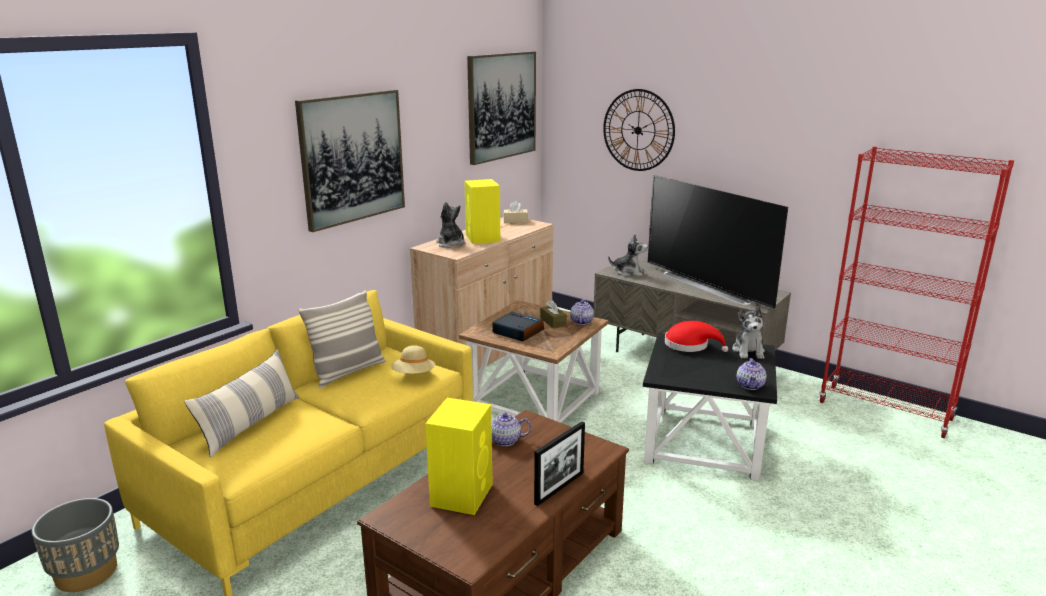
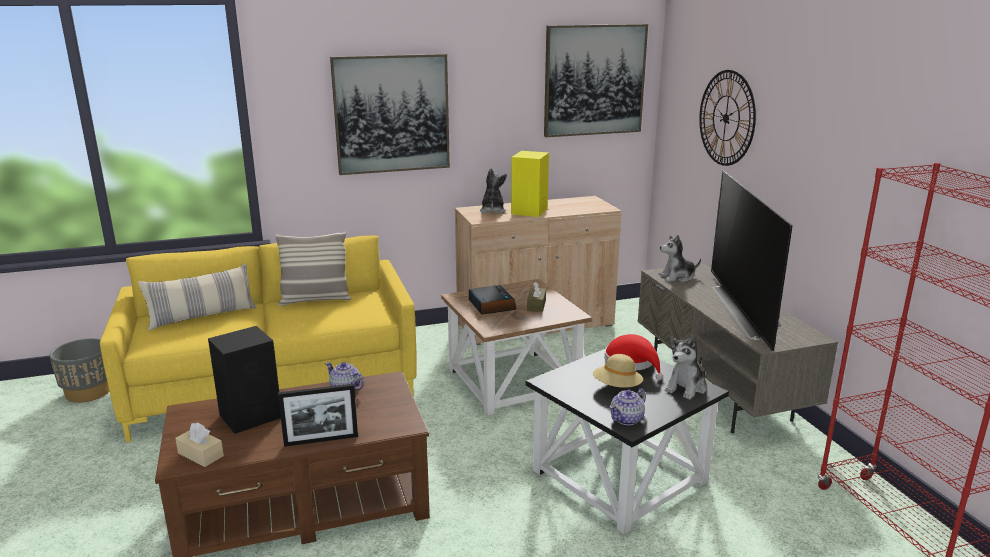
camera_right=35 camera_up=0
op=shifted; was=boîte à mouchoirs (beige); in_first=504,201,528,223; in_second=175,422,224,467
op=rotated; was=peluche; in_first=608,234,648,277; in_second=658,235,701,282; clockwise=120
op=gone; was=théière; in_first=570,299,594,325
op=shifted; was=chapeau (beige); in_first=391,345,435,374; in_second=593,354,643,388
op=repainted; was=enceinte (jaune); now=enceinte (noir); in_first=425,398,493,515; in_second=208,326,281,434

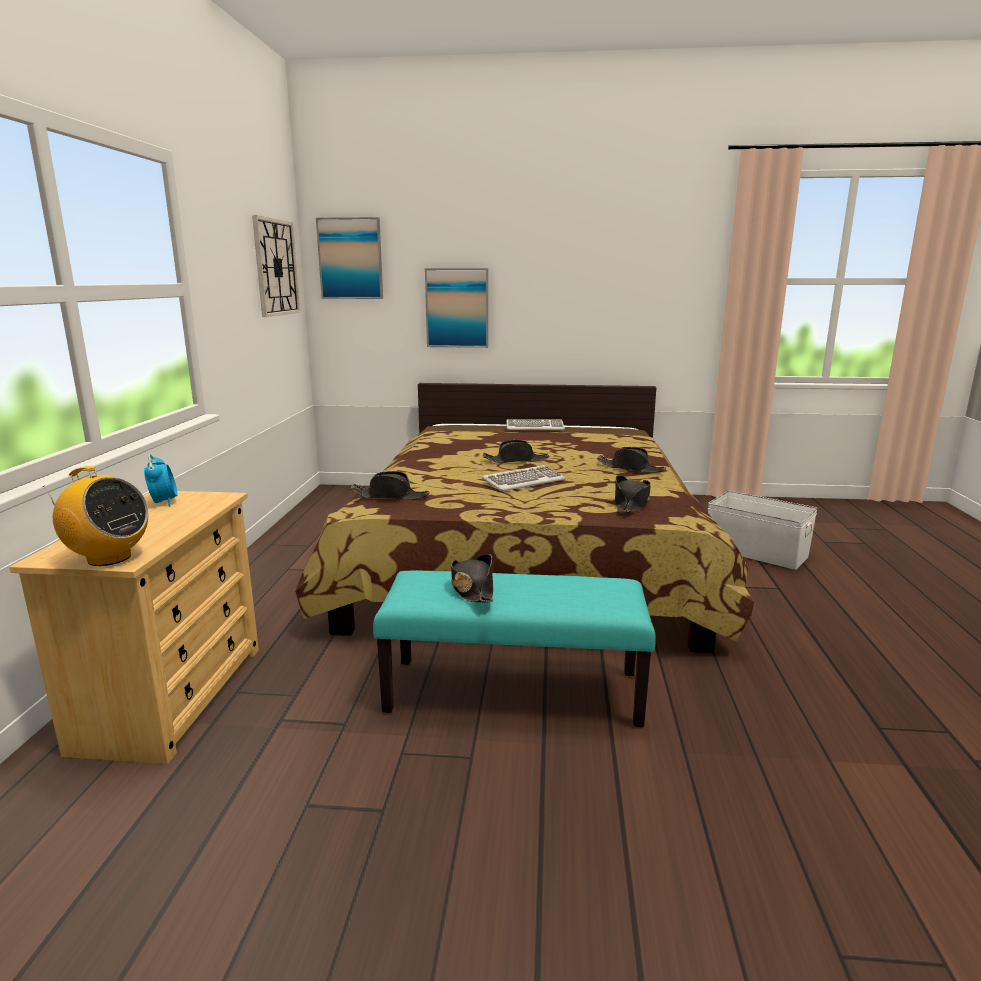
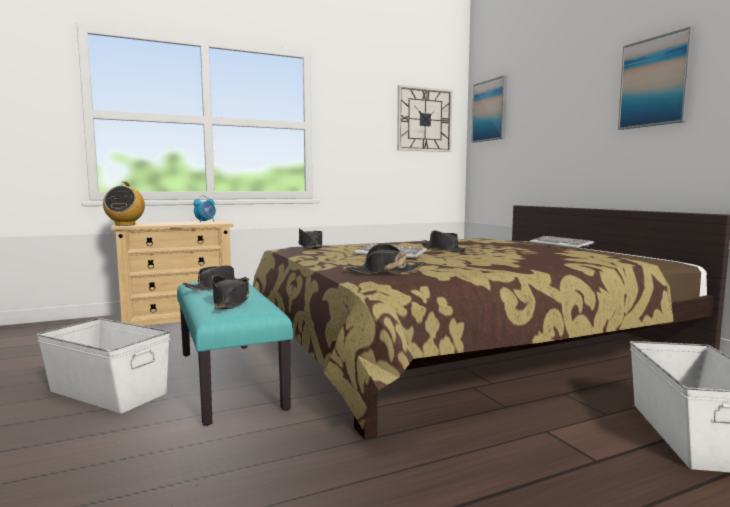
camera_right=60 camera_up=-10
op=shifted; was=tableau; in_first=425,268,488,348; in_second=618,26,694,130
op=shifted; was=chapeau (noir); in_first=597,447,666,473; in_second=212,275,249,309
op=new; now=boîte de rangement (blanc); in_second=36,318,170,413

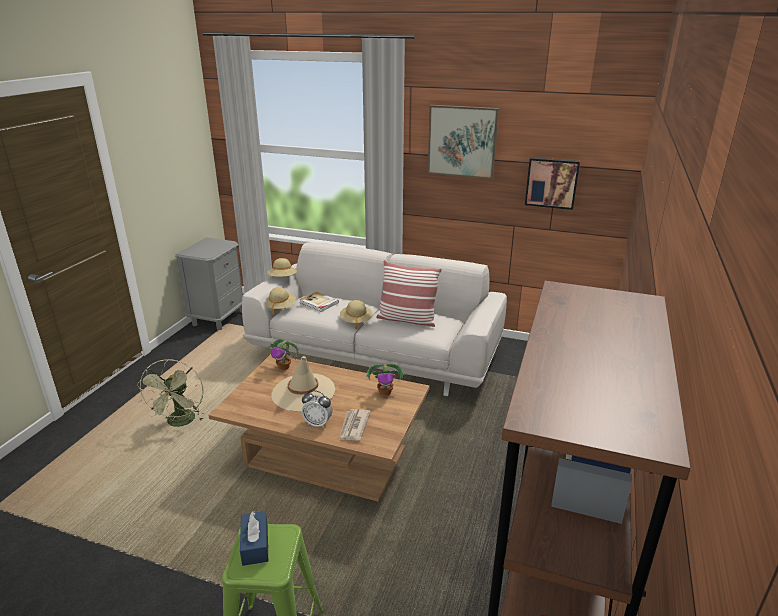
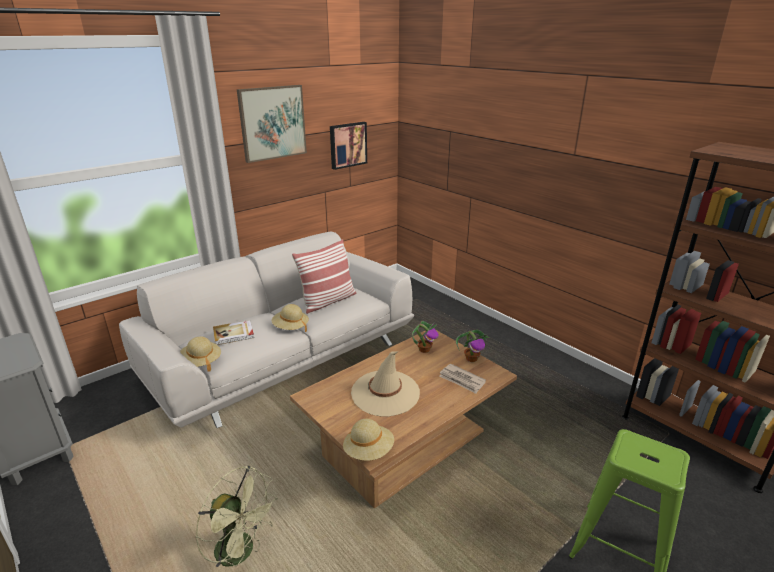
camera_right=-60 camera_up=0
op=shifted; was=chapeau (beige); in_first=267,258,297,277; in_second=343,419,394,461
op=shifted; was=plante en pot; in_first=268,339,299,370; in_second=456,329,489,362
op=gone; was=réveil; in_first=302,390,333,428
op=gone; was=boîte à mouchoirs (bleu); in_first=240,511,268,566

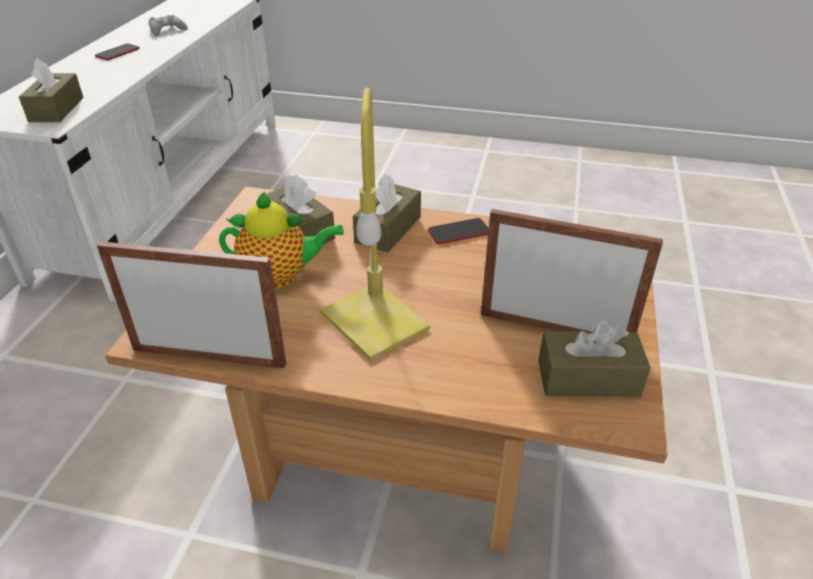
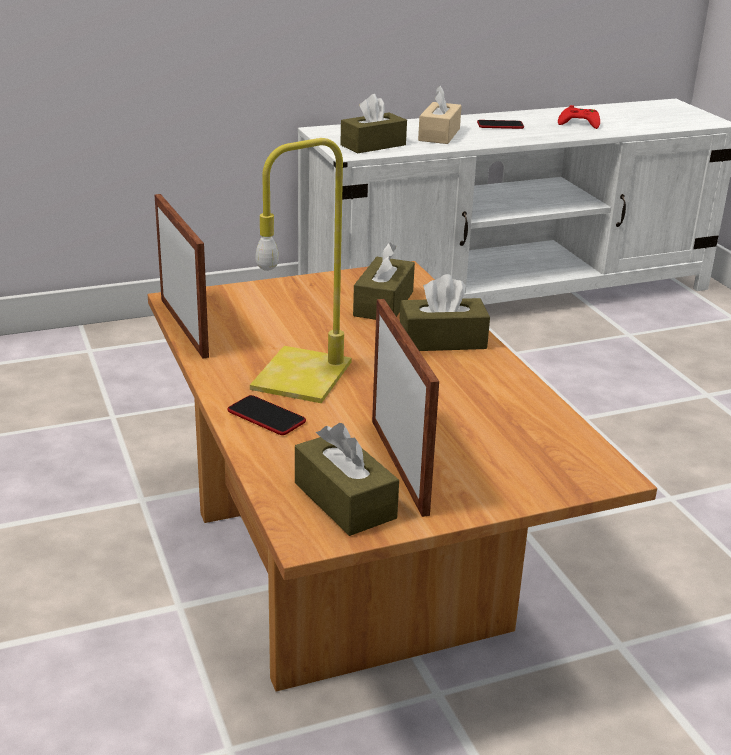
camera_right=55 camera_up=-10
op=repainted; was=manette (gris); now=manette (rouge); in_first=148,15,188,36; in_second=558,105,600,129
op=gone; was=théière; in_first=219,192,344,289
op=shifted; was=téléphone; in_first=428,218,489,244; in_second=227,395,306,435
op=new; now=boîte à mouchoirs (beige); in_second=418,86,462,144

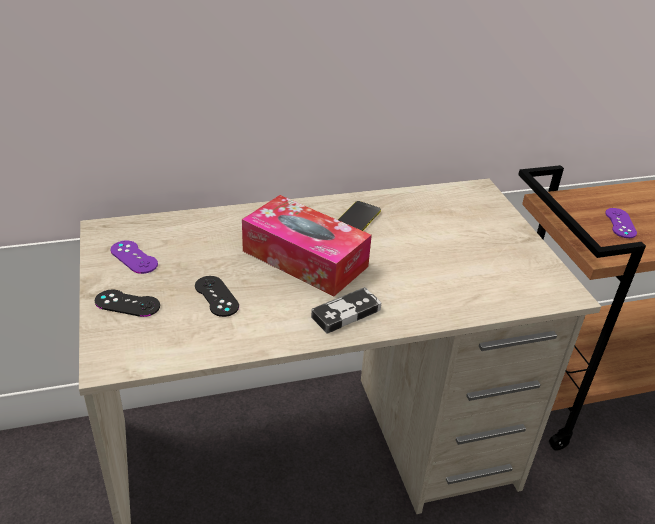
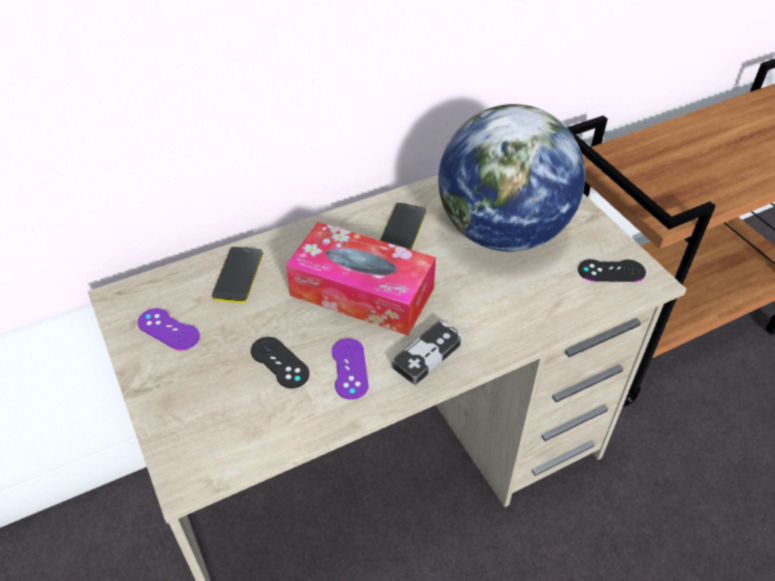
camera_right=-10 camera_up=10
op=shifted; was=manette (violet); in_first=605,208,637,238; in_second=332,338,369,400
op=shifted; was=manette (noir); in_first=95,290,160,317; in_second=578,259,646,282
op=new; now=globe; in_second=438,104,585,252
op=new; now=téléphone; in_second=212,247,263,303

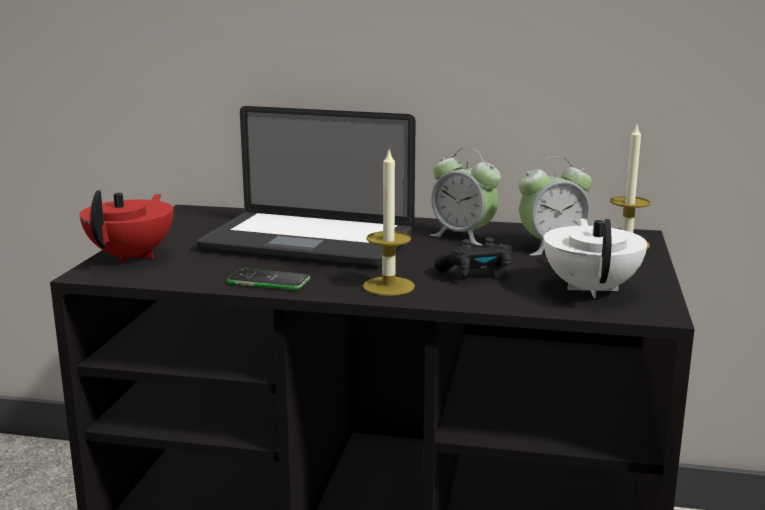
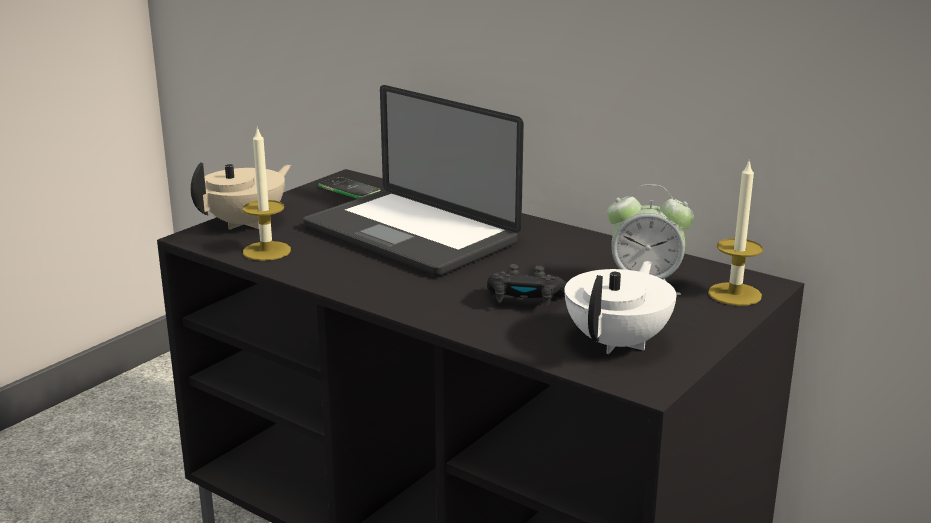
camera_right=25 camera_up=5
op=gone; was=réveil; in_first=430,148,501,246
op=shifted; was=bougie; in_first=363,150,415,296; in_second=243,126,291,261
op=repainted; was=théière (rouge); now=théière (beige); in_first=79,190,174,263; in_second=191,162,291,230
op=shifted; was=téléphone; in_first=227,268,310,290; in_second=318,177,381,199

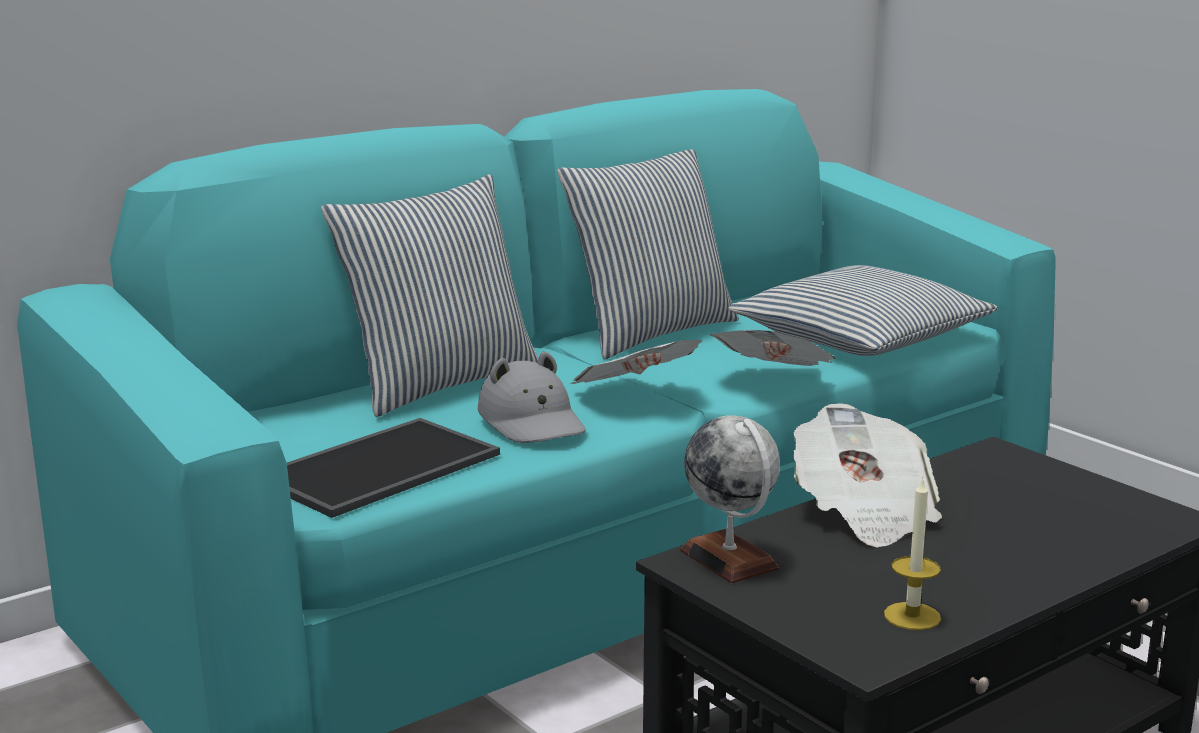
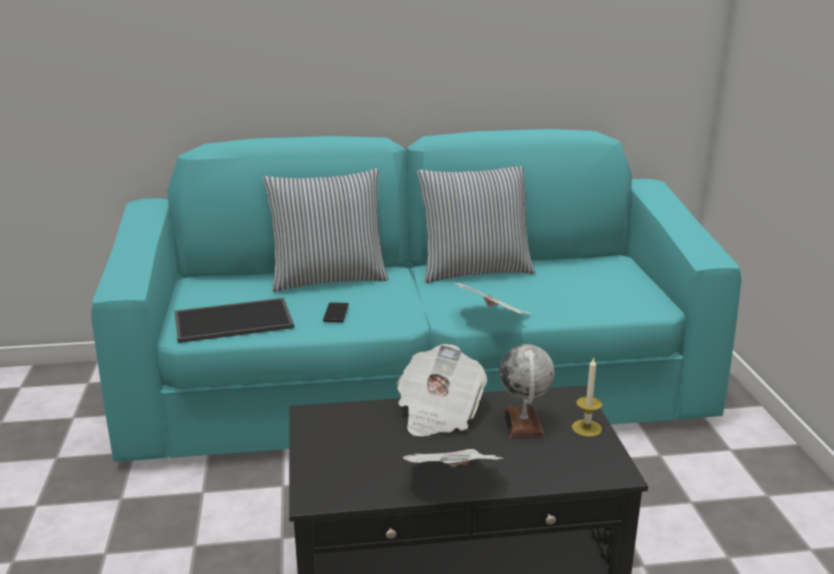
camera_right=30 camera_up=5
op=gone; was=coussin; in_first=728,265,998,356
op=shifted; was=journal; in_first=570,340,702,384; in_second=402,449,502,467
op=swapped; was=chapeau (gris); now=téléphone; in_first=478,351,586,443; in_second=323,302,349,322
op=shifted; was=globe; in_first=680,415,780,583; in_second=499,344,555,438
op=shifted; was=bougie; in_first=884,478,941,630; in_second=572,357,602,437

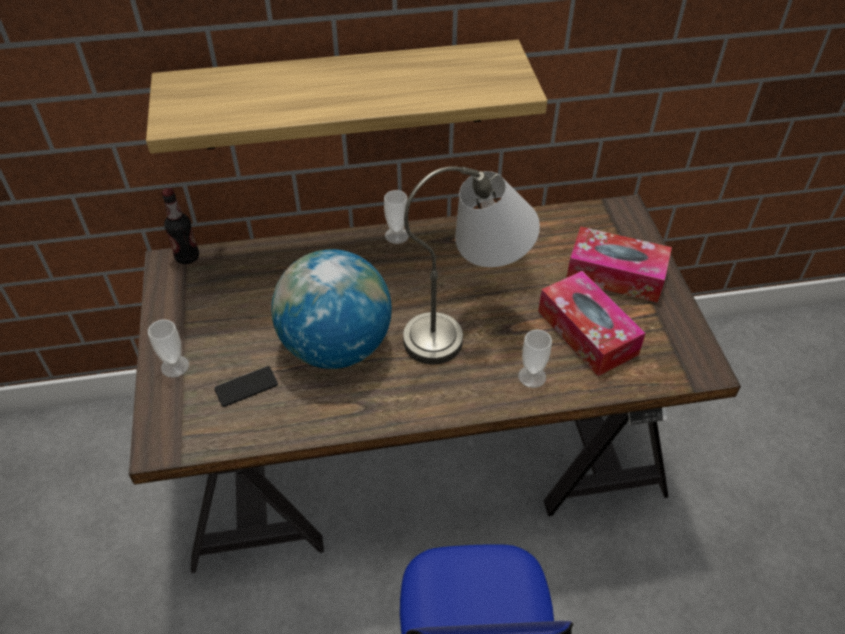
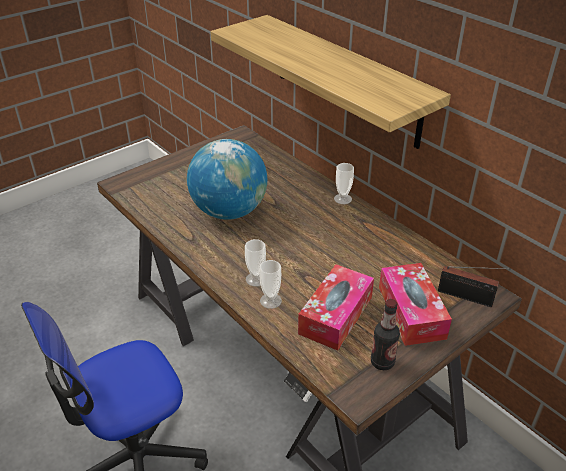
camera_right=60 camera_up=-10
op=gone; was=lampe de table (gris); in_first=403,166,540,364
op=shifted; was=bouteille; in_first=162,188,199,264; in_second=371,299,400,370
op=shifted; was=tasse; in_first=148,319,189,378; in_second=245,239,266,287
op=gone; was=téléphone; in_first=214,366,278,407
op=new; now=radio; in_second=438,266,511,307

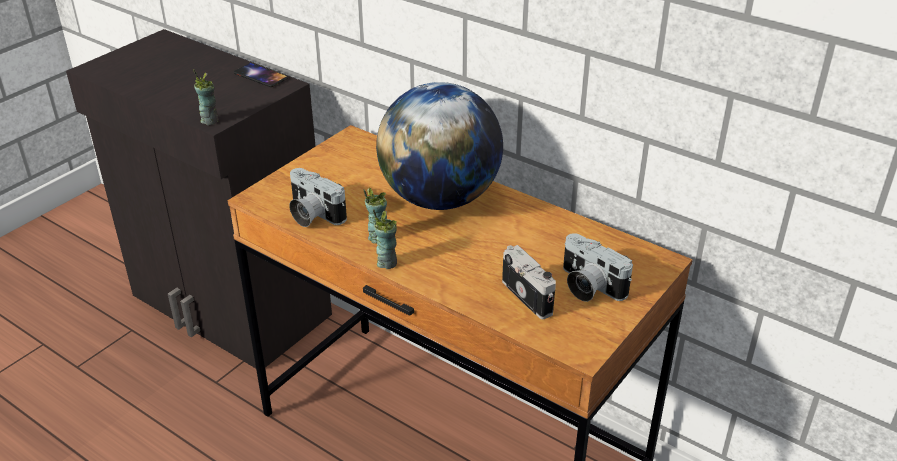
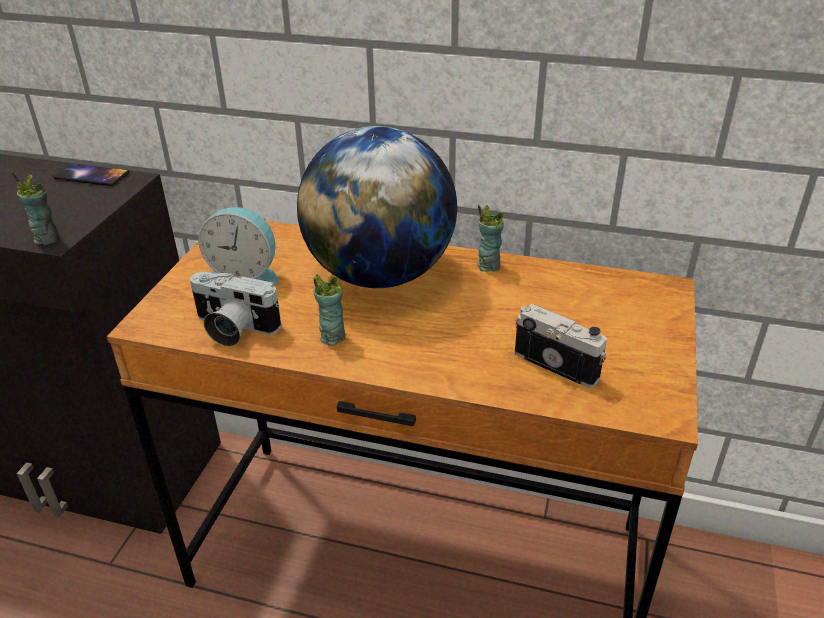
camera_right=-20 camera_up=0
op=shifted; was=tasse; in_first=373,209,397,269; in_second=477,204,504,272
op=gone; was=appareil photo; in_first=563,233,633,302
op=new; now=réveil; in_second=198,207,278,286

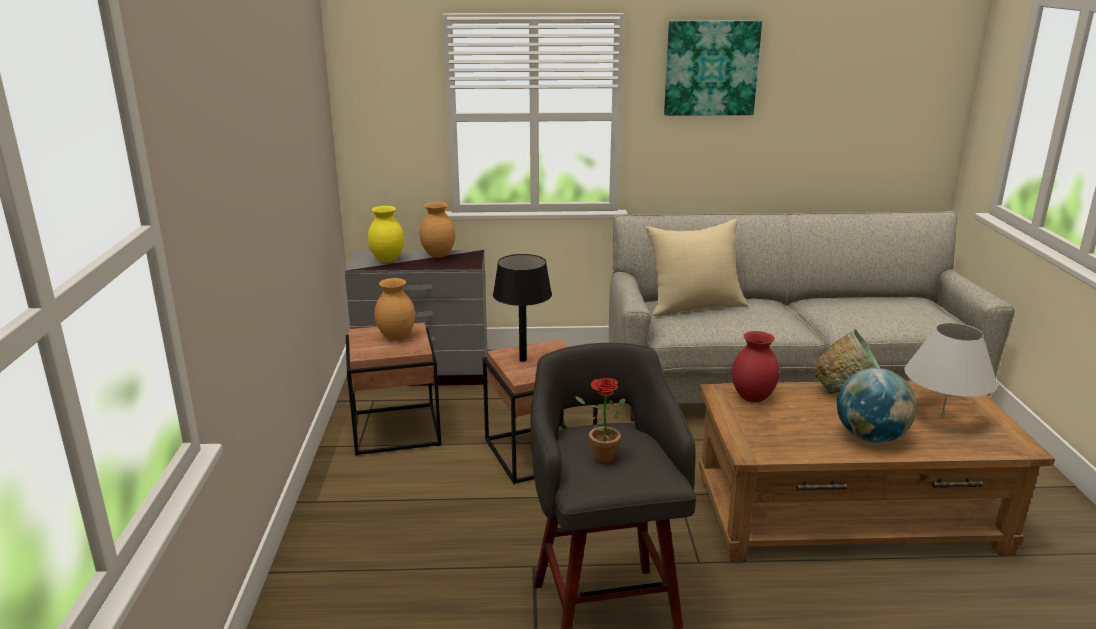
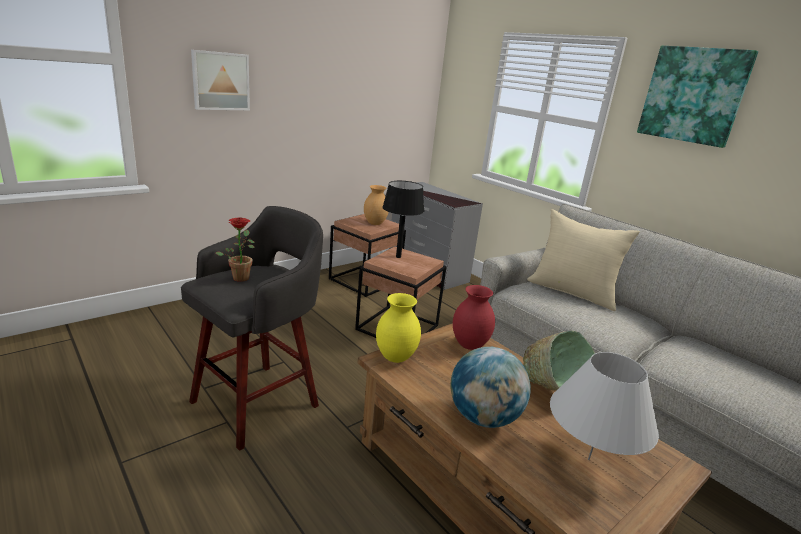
camera_right=50 camera_up=0
op=gone; was=vase (marron); in_first=420,202,455,258
op=shifted; was=vase (jaune); in_first=368,206,404,263; in_second=376,293,421,363
op=new; now=tableau; in_second=191,50,250,110

